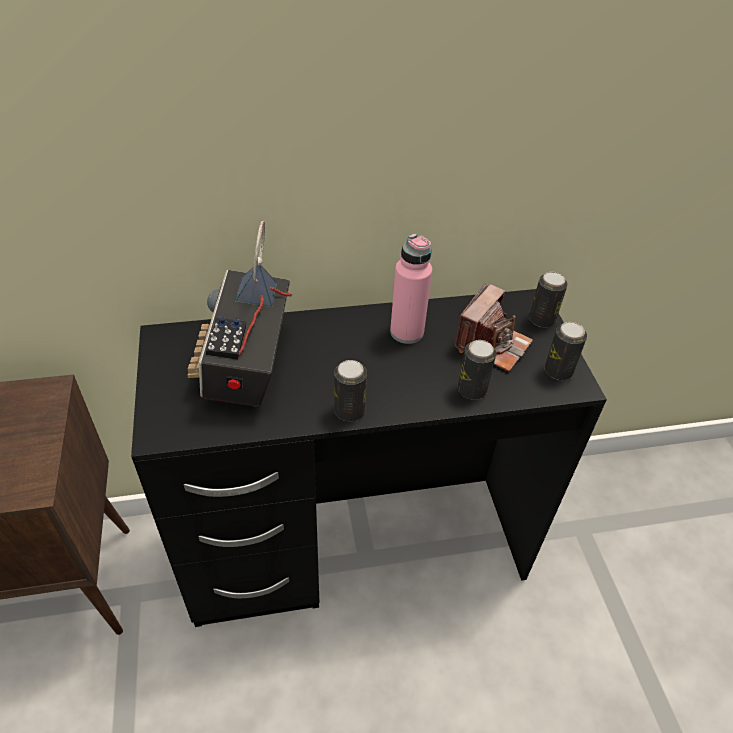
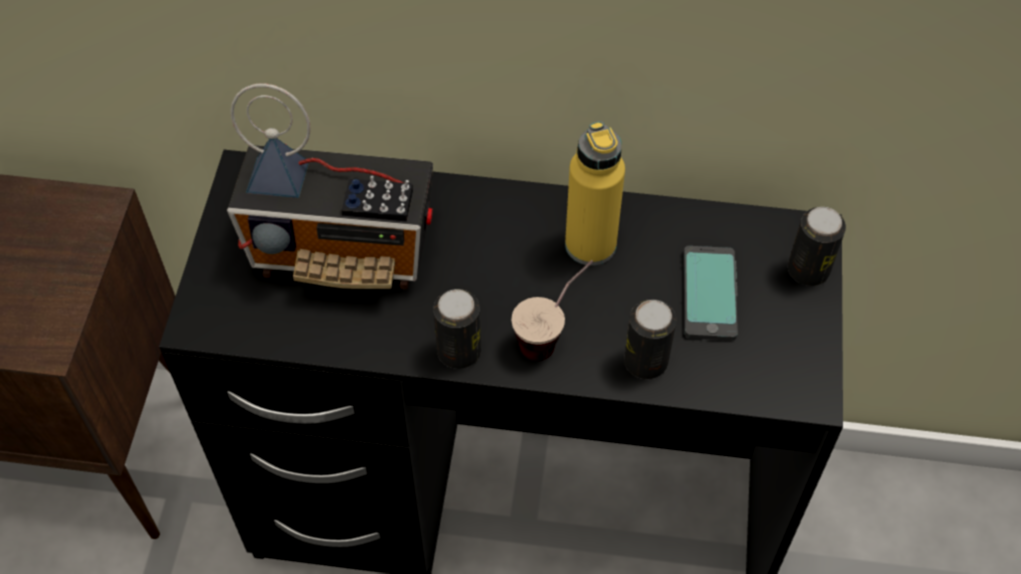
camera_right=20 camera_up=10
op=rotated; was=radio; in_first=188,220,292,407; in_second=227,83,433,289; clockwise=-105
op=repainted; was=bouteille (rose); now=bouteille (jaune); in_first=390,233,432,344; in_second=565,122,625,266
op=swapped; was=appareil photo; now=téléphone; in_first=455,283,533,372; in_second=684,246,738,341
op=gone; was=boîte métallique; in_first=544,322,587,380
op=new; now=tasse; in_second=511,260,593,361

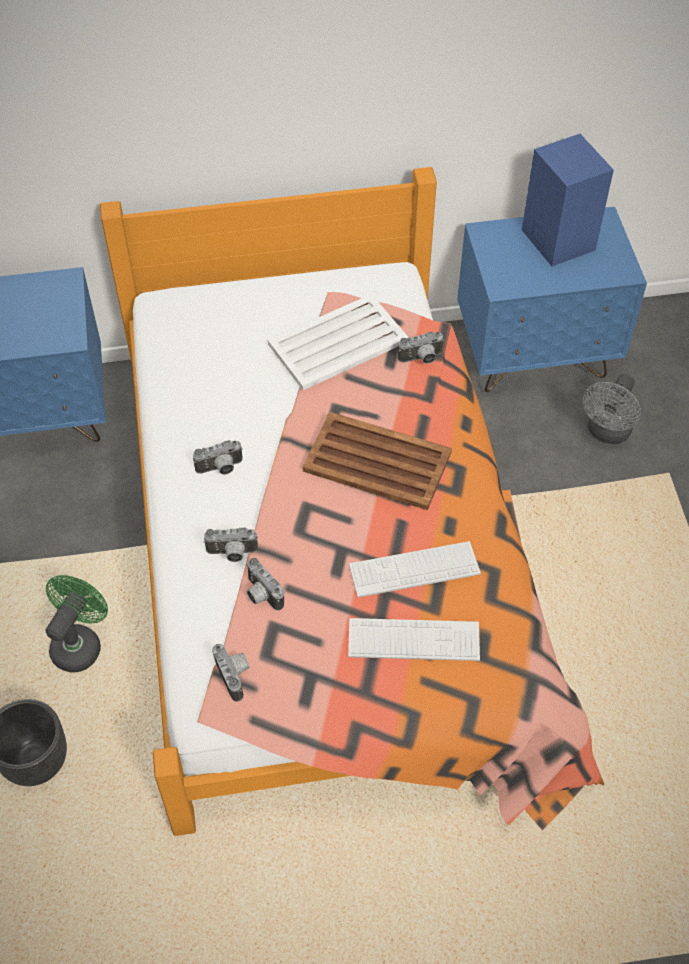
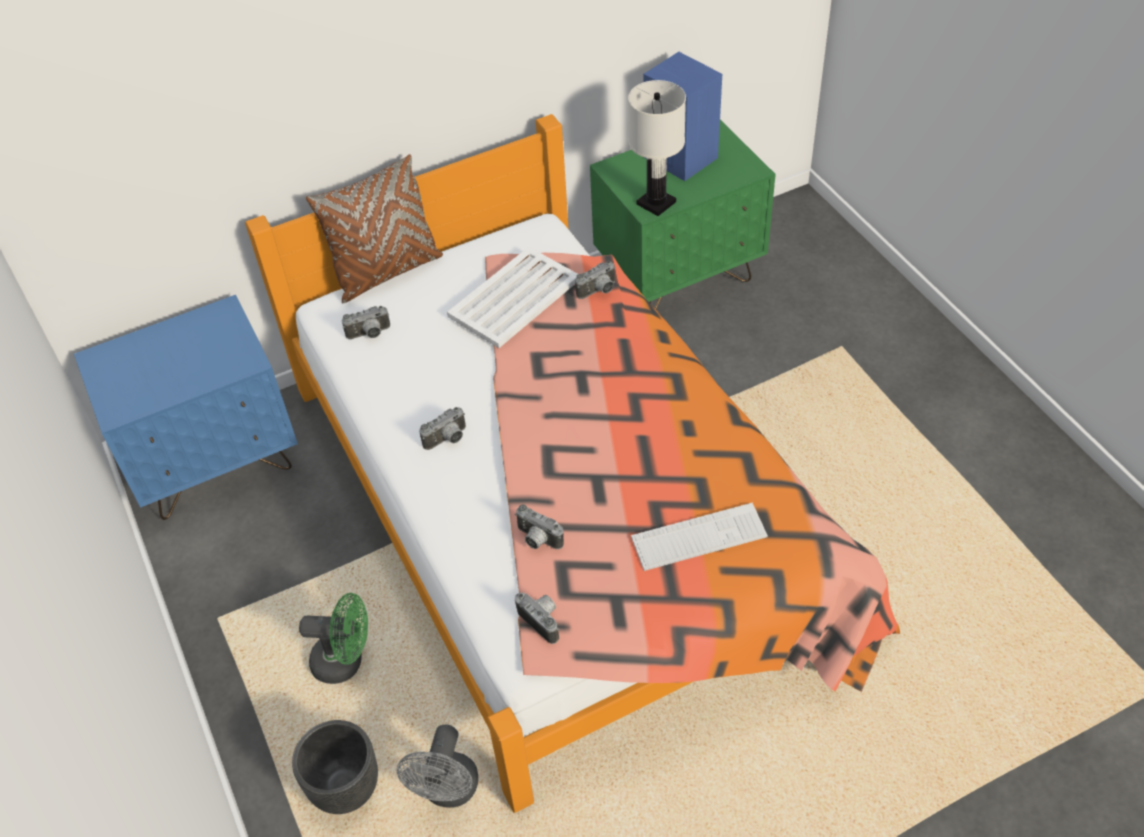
camera_right=-15 camera_up=-5
op=repainted; was=table de chevet (bleu); now=table de chevet (vert); in_first=457,207,647,392; in_second=590,120,776,309
op=shifted; was=ventilateur (gris); in_first=582,374,641,444; in_second=397,724,478,808
op=gone; was=plateau (marron); in_first=303,412,452,510
op=shifted; was=appareil photo; in_first=204,528,258,562; in_second=342,306,390,339
op=gone; was=clavier; in_first=349,541,481,597
op=rotated; was=ventilateur (vert); in_first=46,575,108,672; in_second=299,593,368,684; clockwise=90
op=new; now=lampe de table (blanc); in_second=628,80,686,216
op=new; now=coussin (marron); in_second=306,154,443,303

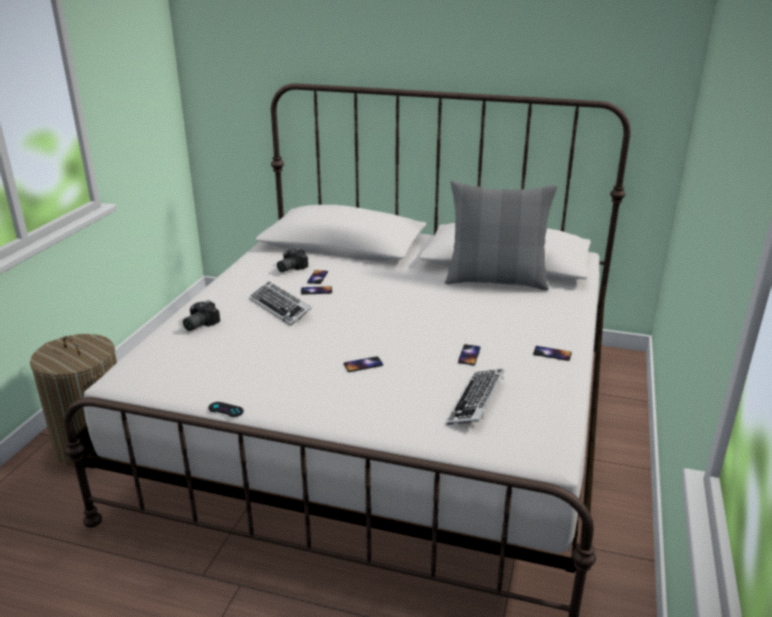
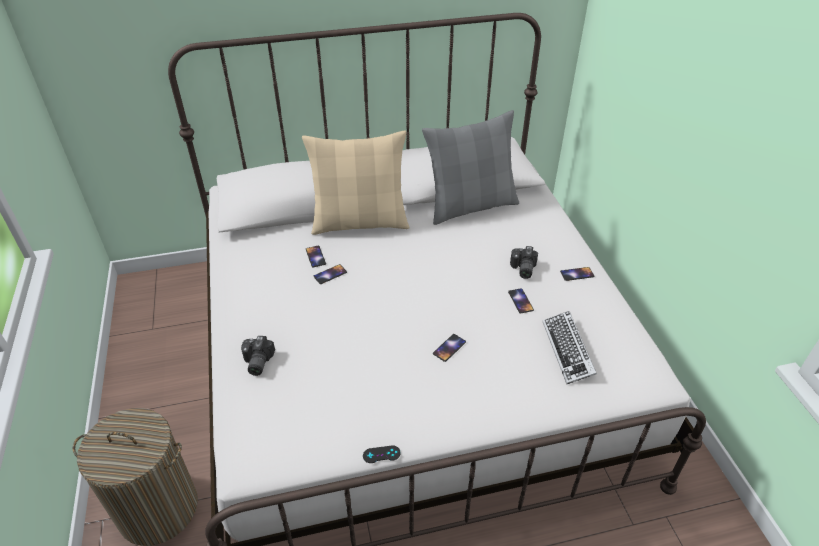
camera_right=-30 camera_up=15
op=shifted; was=appareil photo; in_first=277,248,308,272; in_second=510,246,538,279
op=gone; was=clavier; in_first=249,282,312,326
op=new; now=coussin (beige); in_second=302,131,410,235

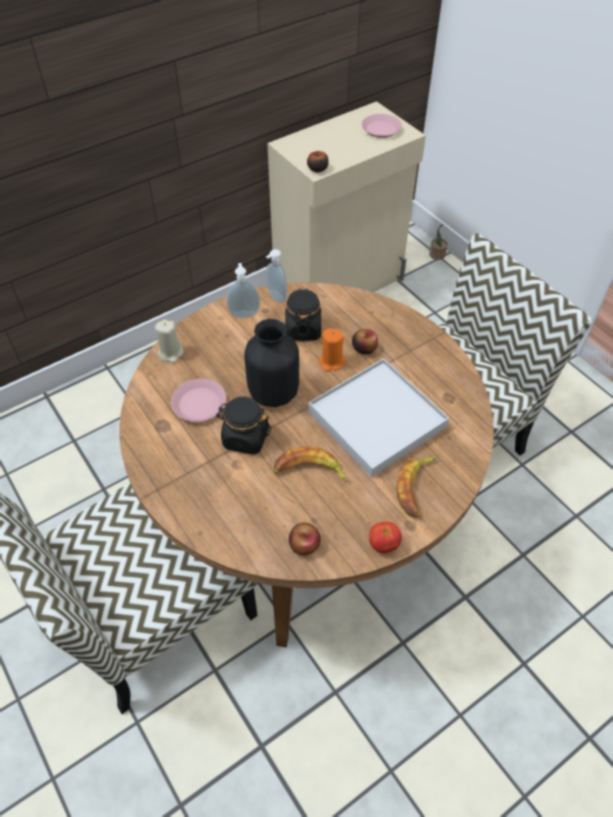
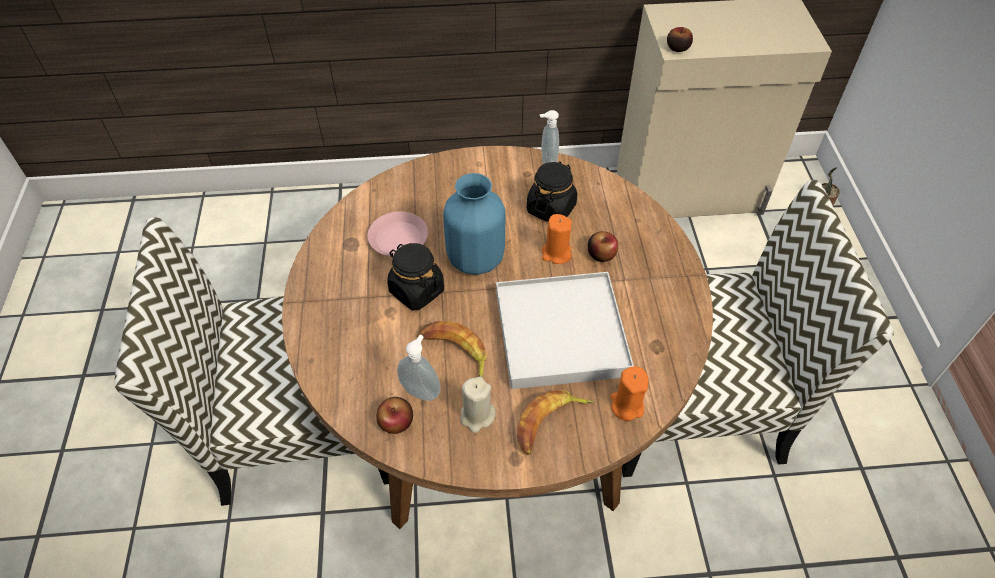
camera_right=30 camera_up=0
op=gone; was=assiette (rose); in_first=362,114,402,138
op=shifted; was=distributeur de savon; in_first=227,263,260,318; in_second=397,335,441,401
op=shifted; was=bougie (beige); in_first=155,319,184,363; in_second=461,377,496,433
op=repainted; was=vase (noir); now=vase (bleu); in_first=244,319,299,407; in_second=443,173,505,275
op=gone; was=tomate; in_first=369,522,402,553
op=new; now=bougie (orange); in_second=610,366,649,421

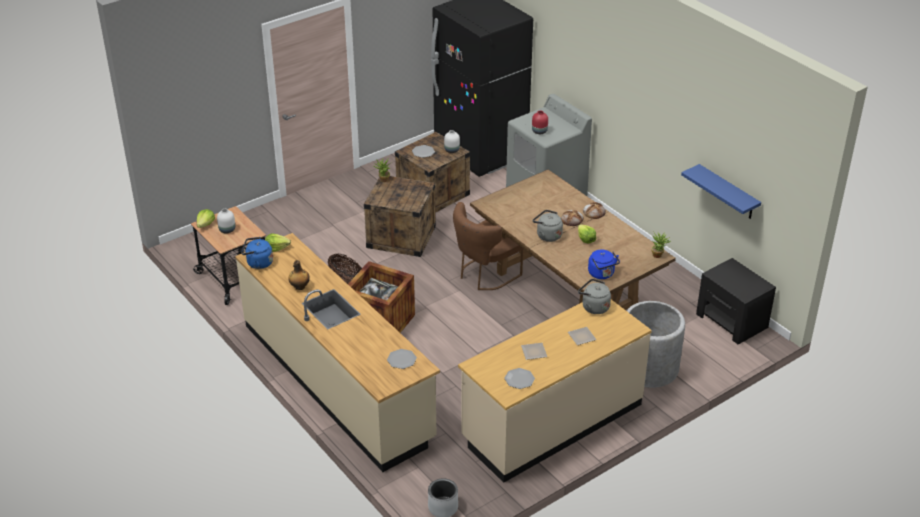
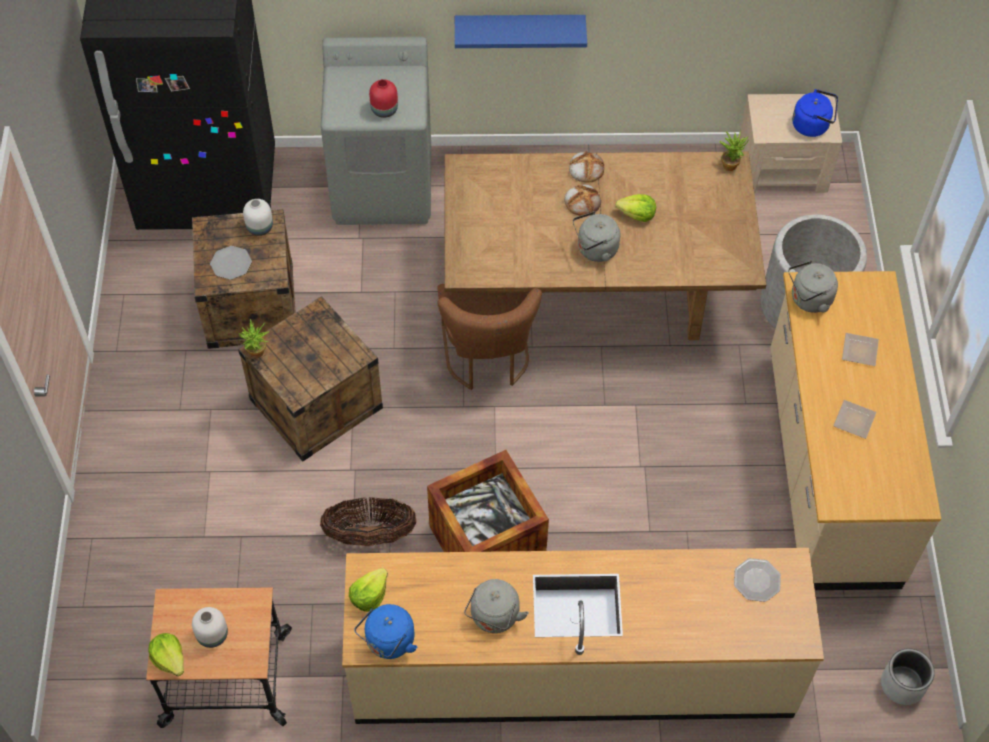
camera_right=-55 camera_up=20
op=shifted; was=étagère (bleu); in_first=681,164,761,219; in_second=455,15,587,48
op=shifted; was=bouilloire (bleu); in_first=588,249,620,279; in_second=792,89,838,137
op=repainted; was=table de chevet (noir); now=table de chevet (beige); in_first=696,258,776,344; in_second=739,94,842,193
op=swapped; was=bouteille; now=bouilloire (gris); in_first=288,260,310,290; in_second=464,579,529,633
op=gone; was=assiette; in_first=504,368,535,389

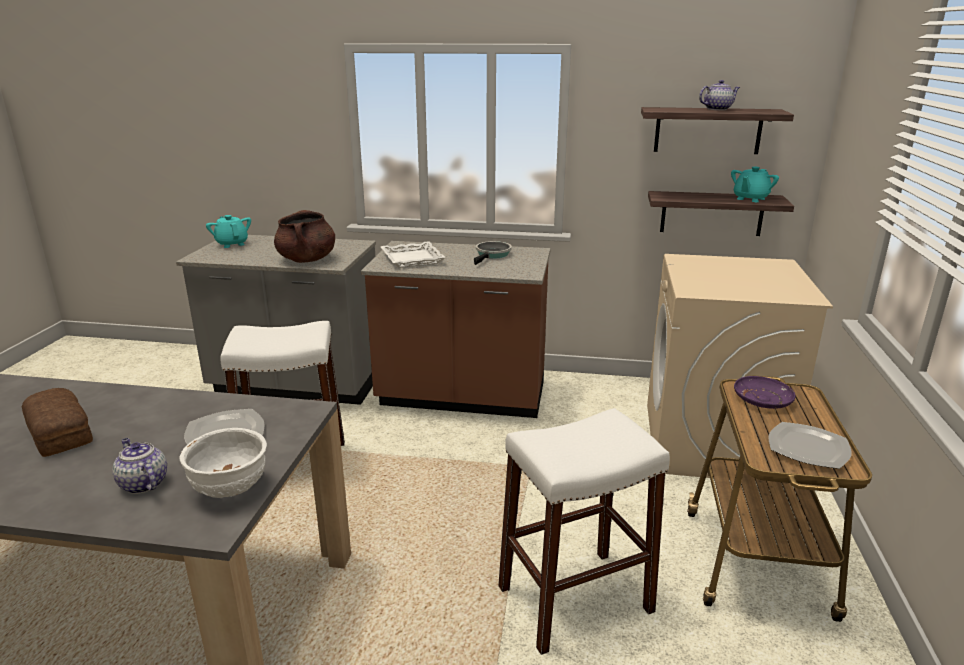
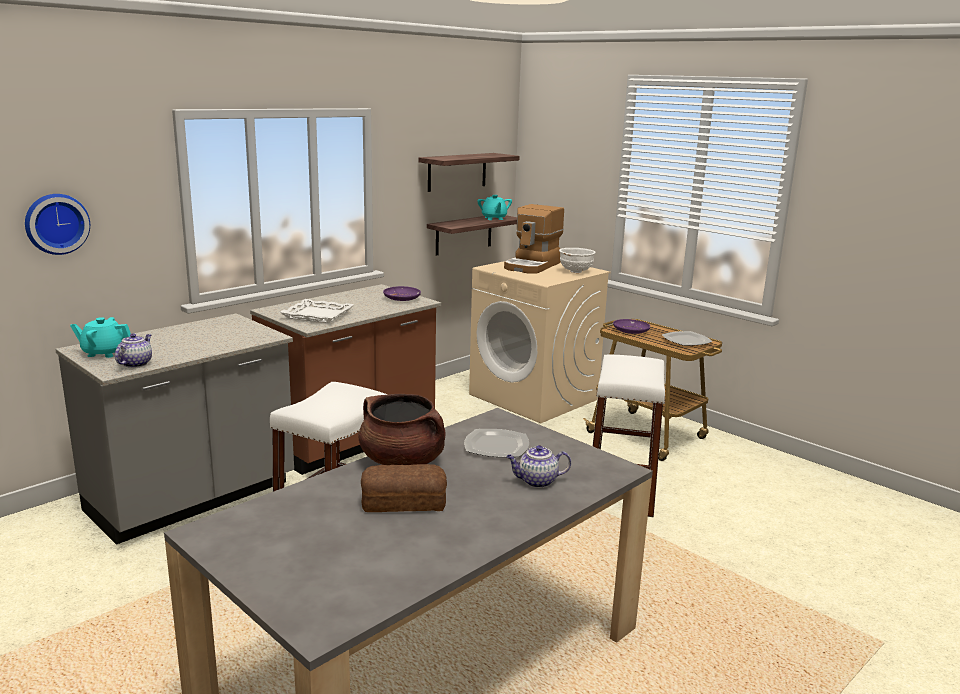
camera_right=-55 camera_up=-5
op=shifted; was=théière; in_first=699,80,740,110; in_second=115,333,152,368
op=shifted; was=marmite (marron); in_first=274,210,335,263; in_second=359,394,446,465
op=gone; was=poêle; in_first=474,241,512,265
op=shifted; was=bol (blanc); in_first=179,428,267,498; in_second=559,248,596,273
op=new; now=horloge murale; in_second=25,194,90,255
op=new; now=machine à café; in_second=504,204,564,273
op=new; now=assiette (violet); in_second=383,286,421,301

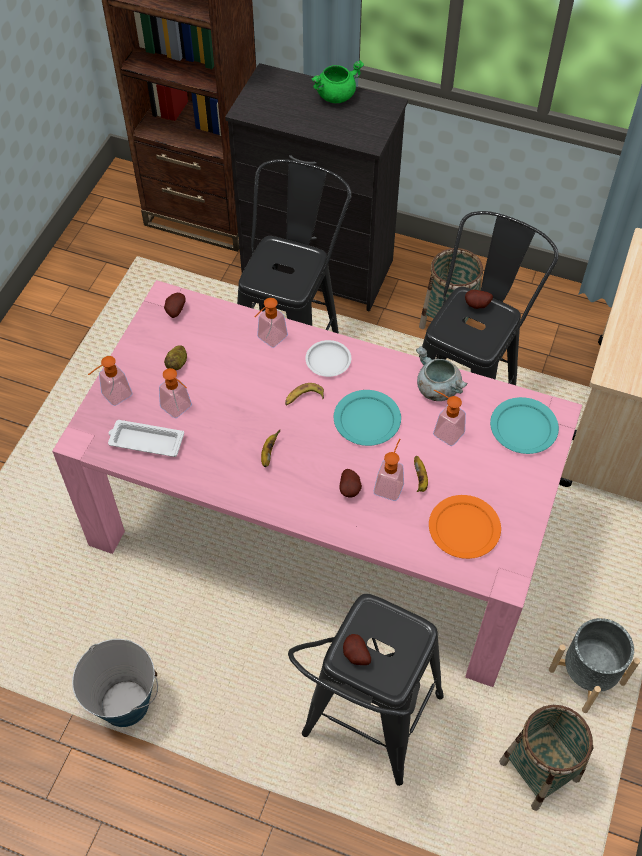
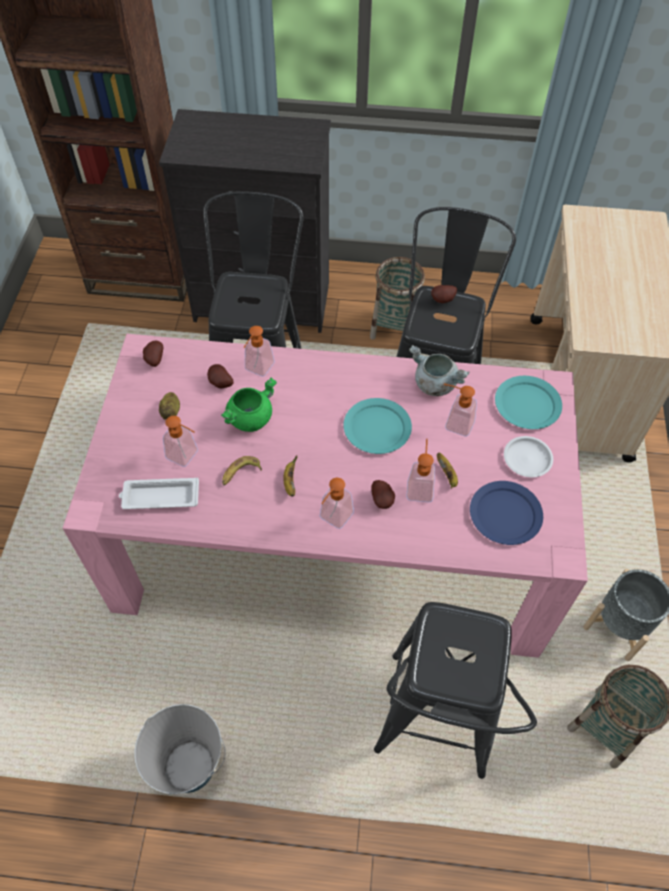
camera_right=-15 camera_up=0
op=shifted; was=marmite (vert); in_first=312,60,364,103; in_second=221,377,277,432
op=shifted; was=assiette (blanc); in_first=305,340,351,377; in_second=504,436,553,477
op=shifted; was=distributeur de savon; in_first=88,356,132,406; in_second=320,478,354,529
op=shifted; was=banane; in_first=285,383,324,405; in_second=222,456,262,486
op=repainted; was=assiette (orange); now=assiette (bleu); in_first=429,495,501,559; in_second=470,481,543,545
op=shifted; was=pomme de terre; in_first=343,634,371,665; in_second=207,364,234,389

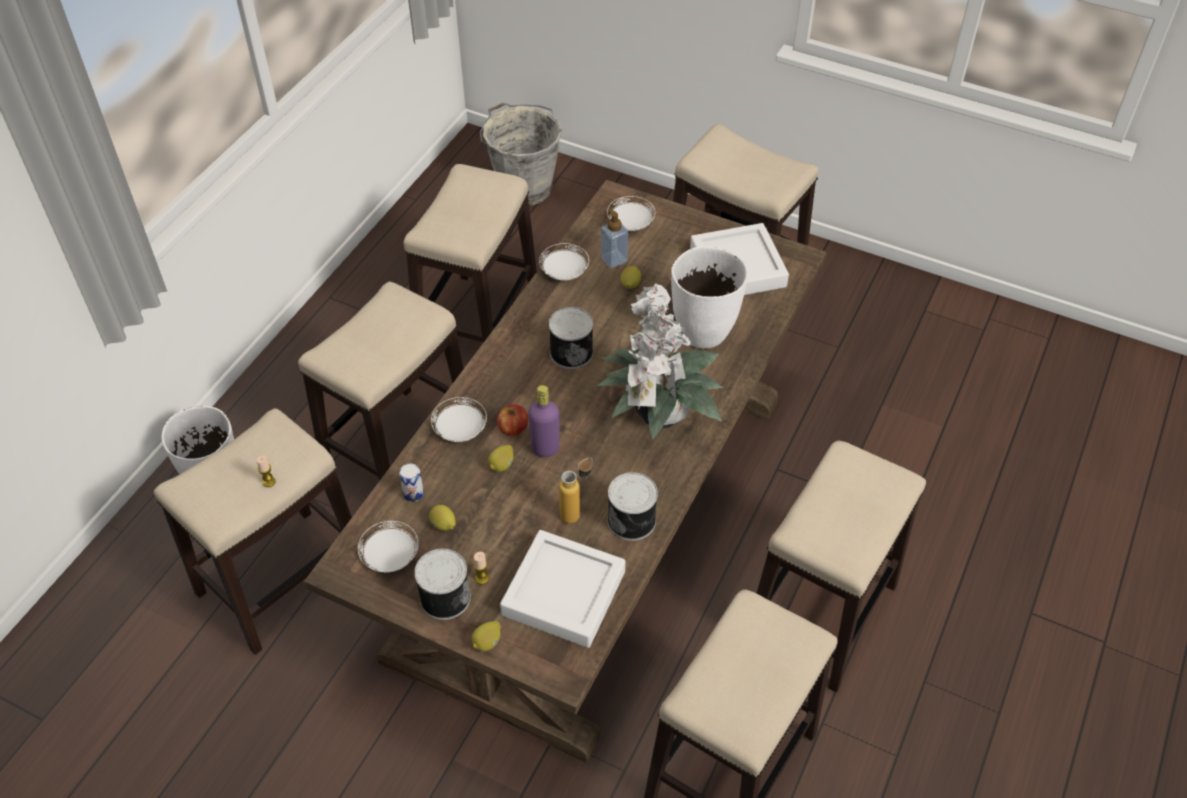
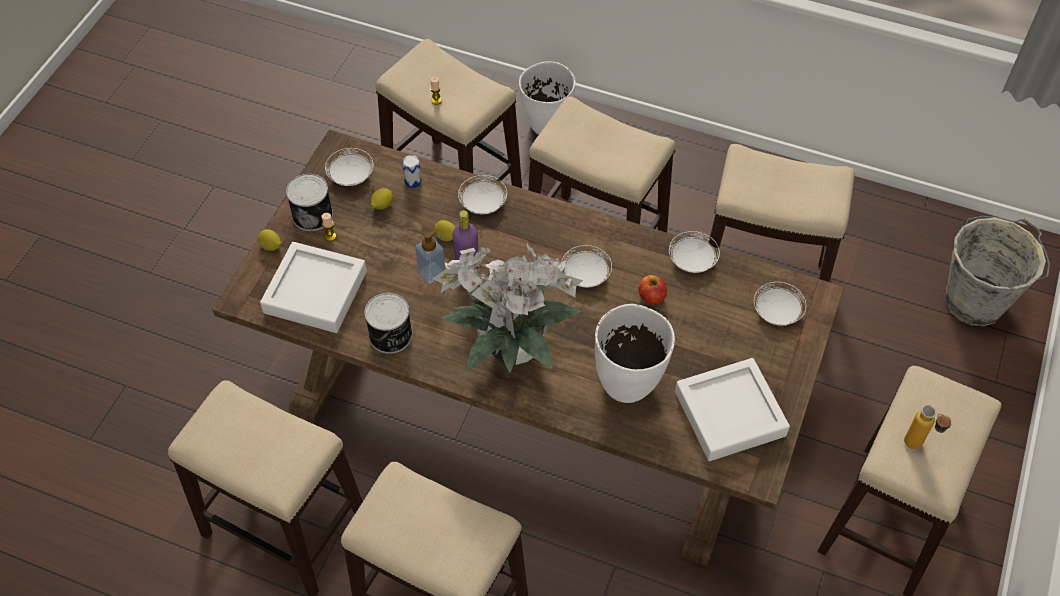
camera_right=85 camera_up=5
op=shifted; was=distributeur de savon; in_first=601,209,628,268; in_second=415,230,445,284
op=gone; was=citron; in_first=621,266,641,289
op=swapped; was=boîte métallique; now=assiette (blanc); in_first=549,307,593,369; in_second=561,245,612,287
op=shifted; was=pomme; in_first=497,404,528,436; in_second=639,275,667,304
op=shifted; was=bouteille; in_first=559,458,593,523; in_second=904,405,951,449

